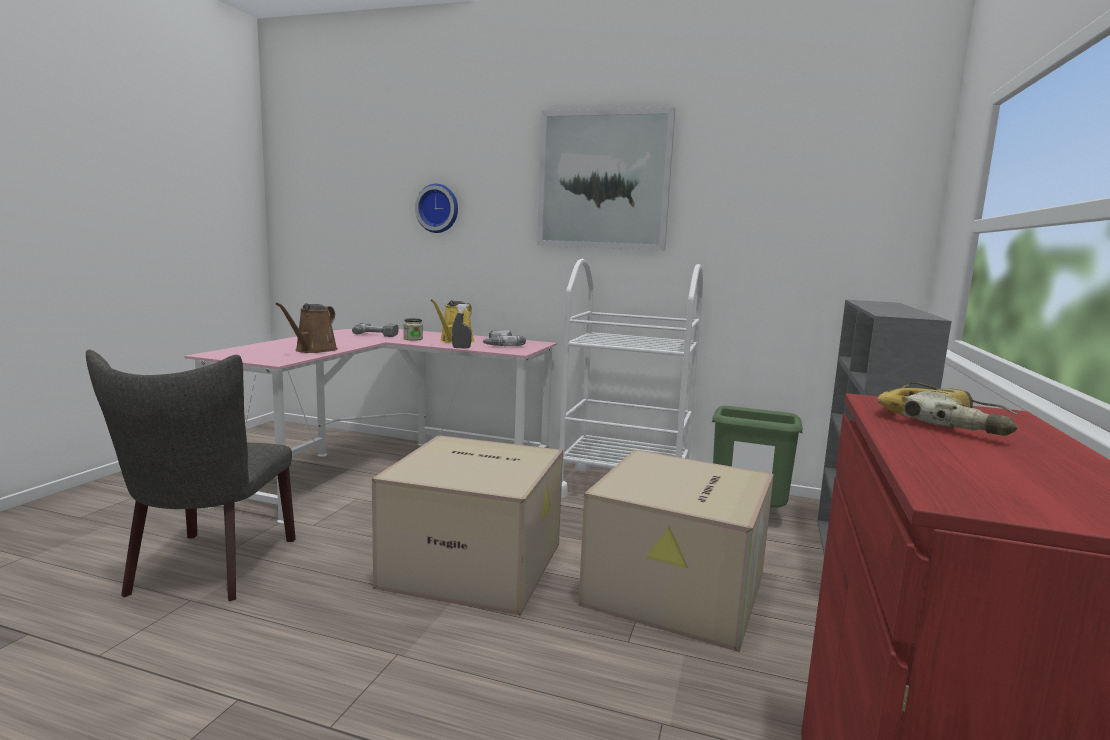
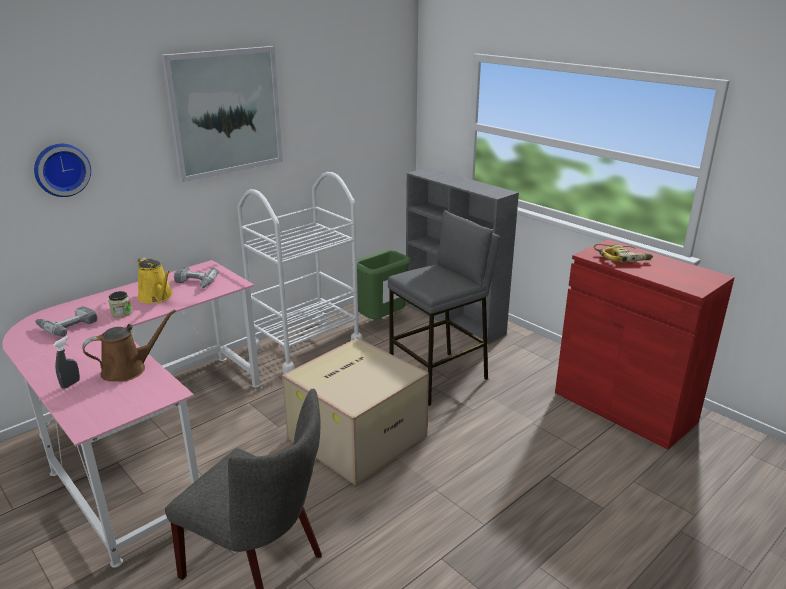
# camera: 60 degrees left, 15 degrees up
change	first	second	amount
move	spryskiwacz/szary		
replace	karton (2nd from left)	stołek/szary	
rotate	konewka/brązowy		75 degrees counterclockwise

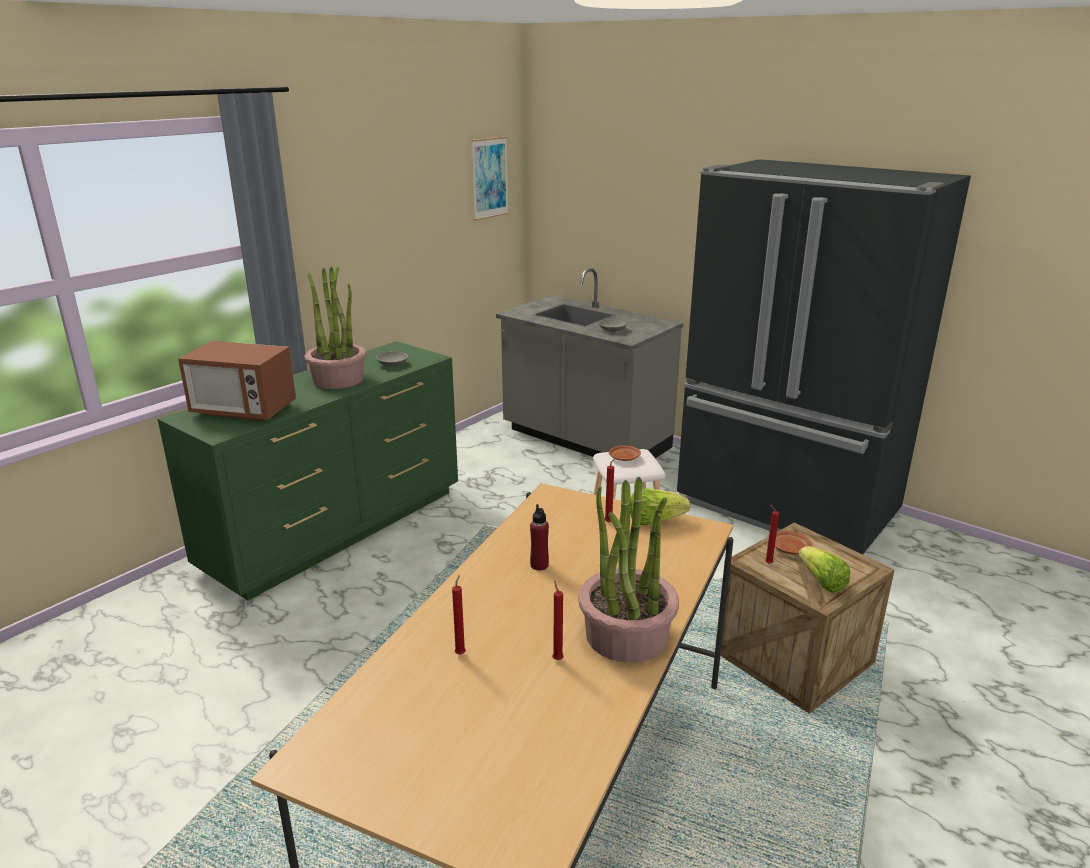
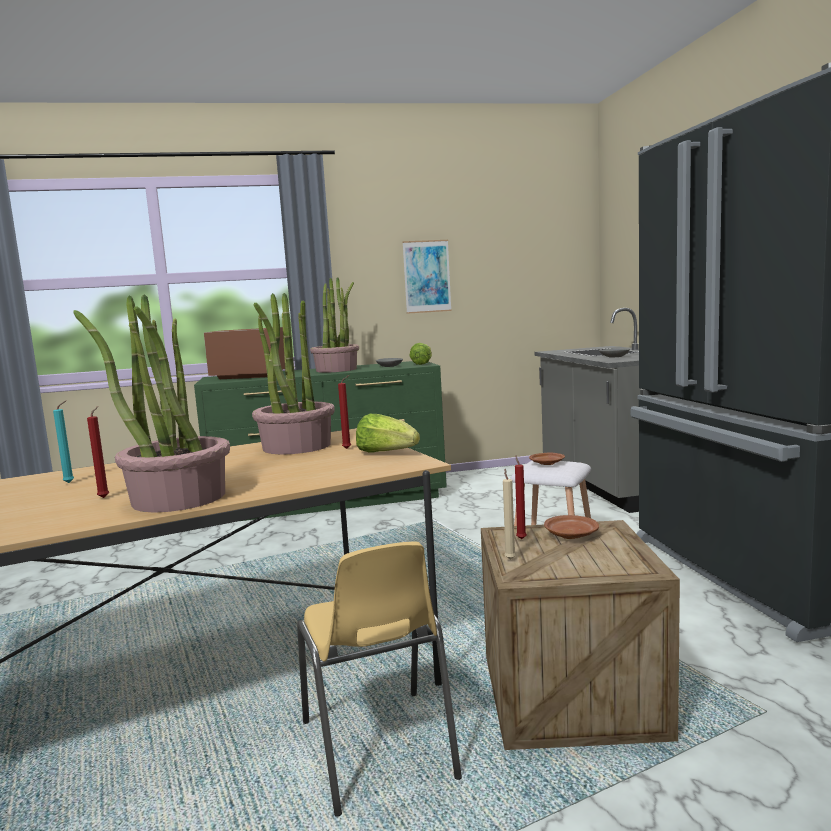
# camera: 40 degrees right, 15 degrees down
change	first	second	amount
delete	butelka/czerwony		
insert		roślina doniczkowa (2nd from left)	
insert		krzesło/żółty	
insert		świeca/beżowy	
move	obraz		
move	sałata (2nd from left)		
recolor	świeca/czerwony (1st from left)	świeca/turkusowy	
rotate	mikrofalówka		135 degrees clockwise

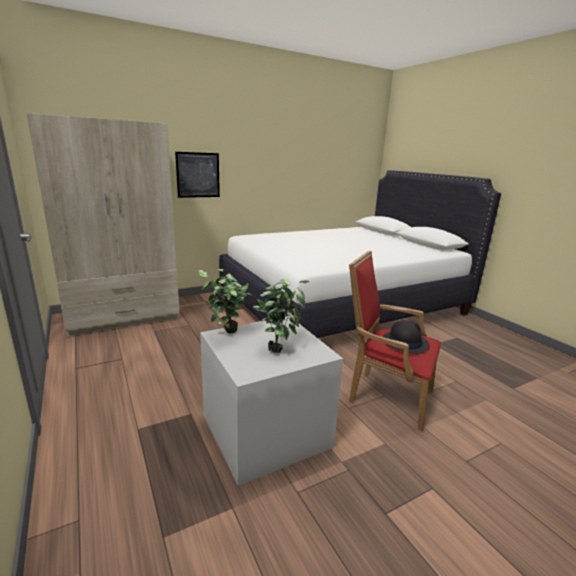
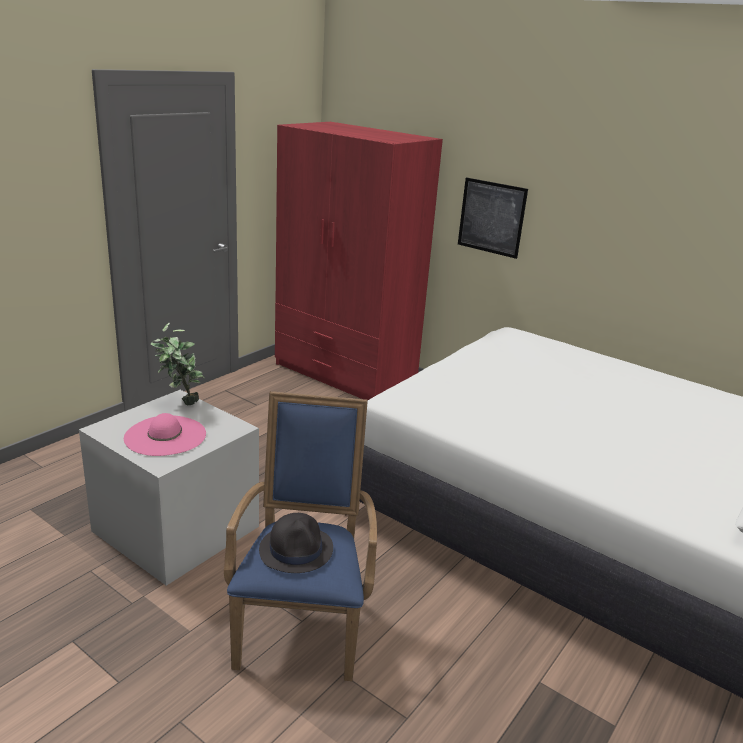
# camera: 65 degrees right, 5 degrees up
change	first	second	amount
replace	roślina doniczkowa (2nd from left)	kapelusz/różowy	
recolor	szafa/beżowy	szafa/czerwony	
recolor	fotel/czerwony	fotel/niebieski	

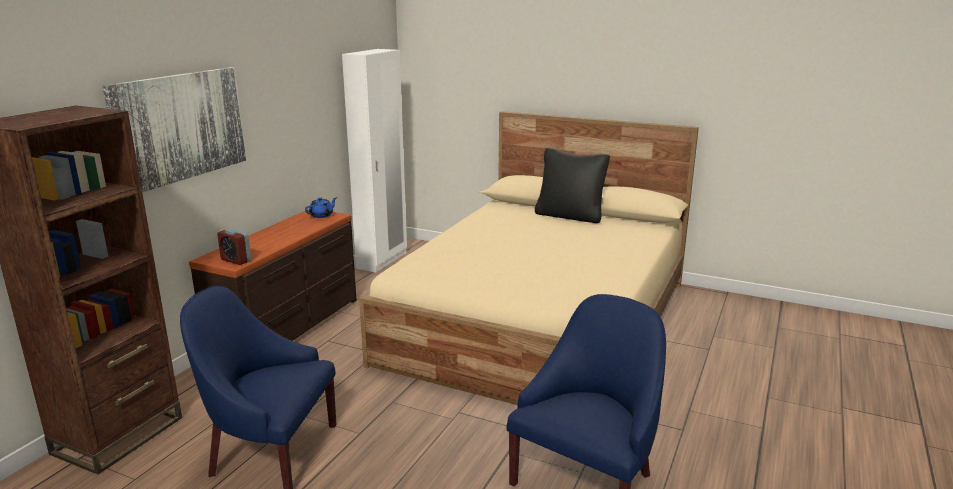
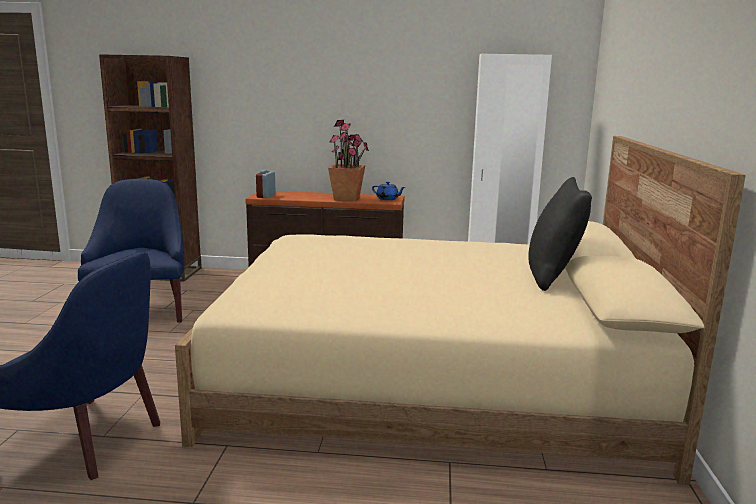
# camera: 70 degrees right, 5 degrees down
change	first	second	amount
delete	obraz		
insert		roślina doniczkowa	

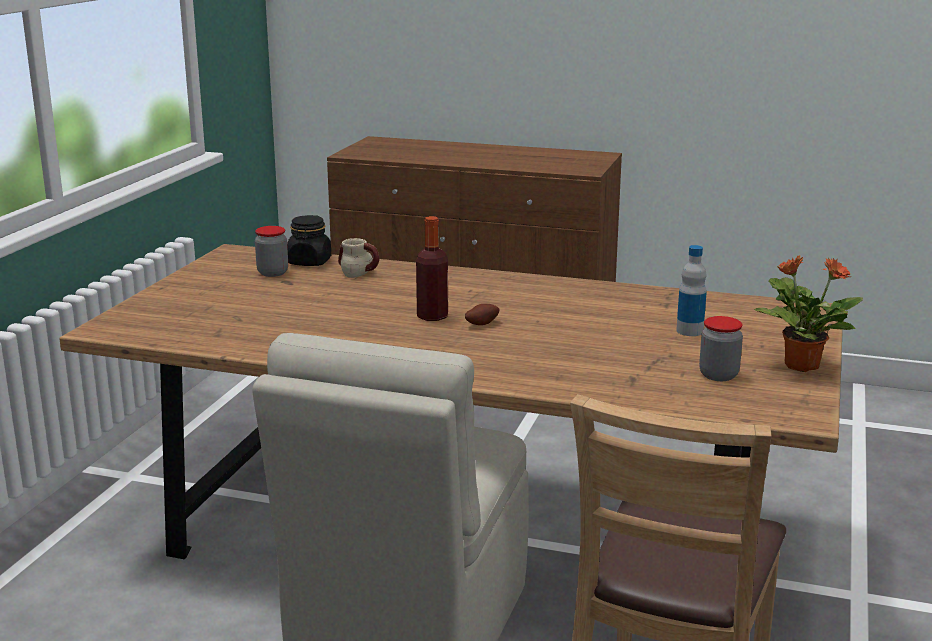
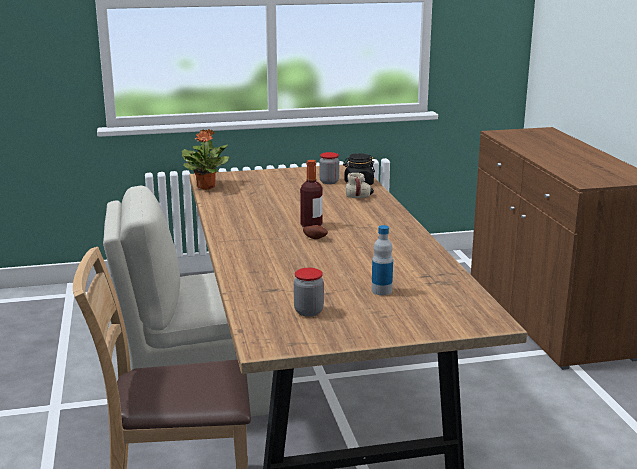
# camera: 60 degrees right, 0 degrees up
change	first	second	amount
move	roślina doniczkowa		

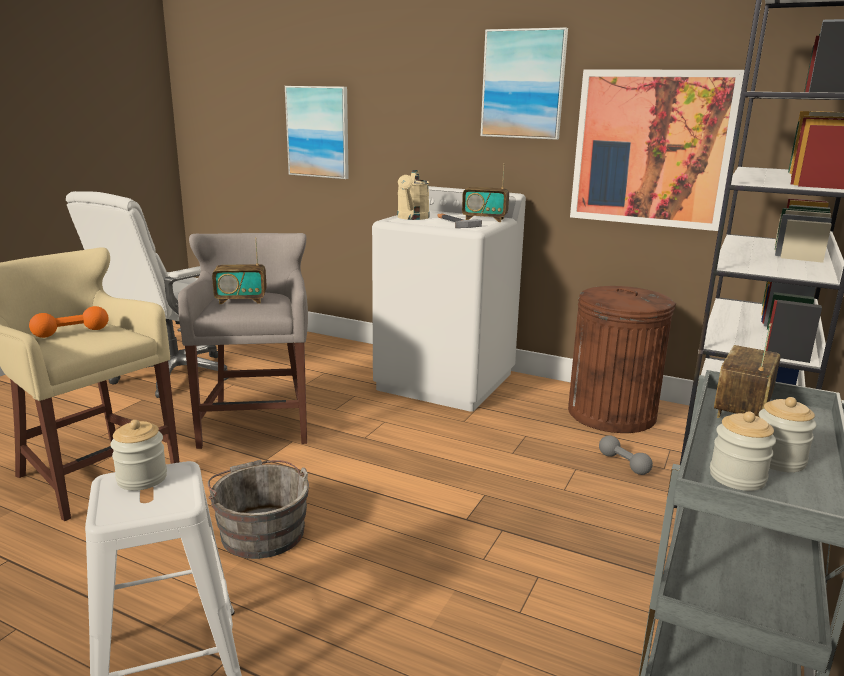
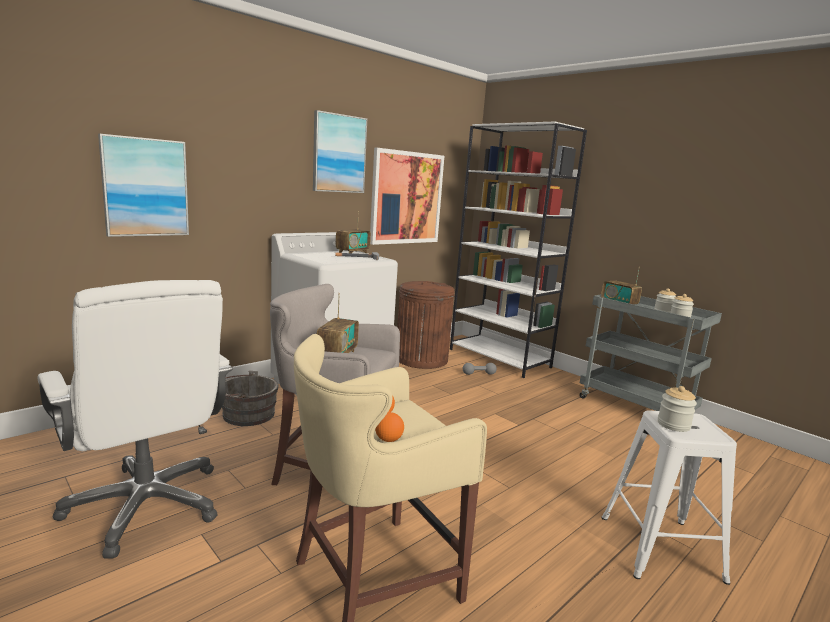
# camera: 70 degrees left, 5 degrees down
change	first	second	amount
delete	konewka/beżowy		
move	wiadro/szary		

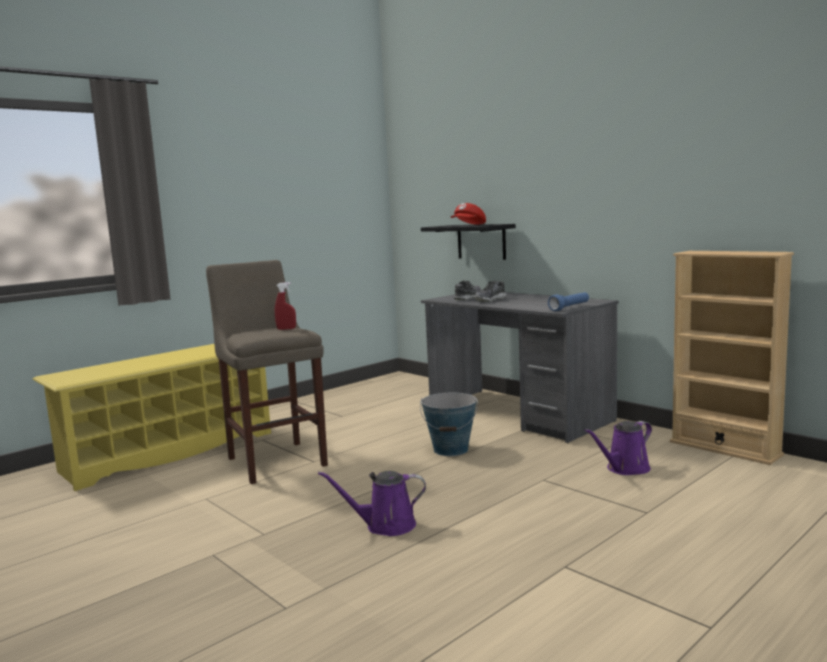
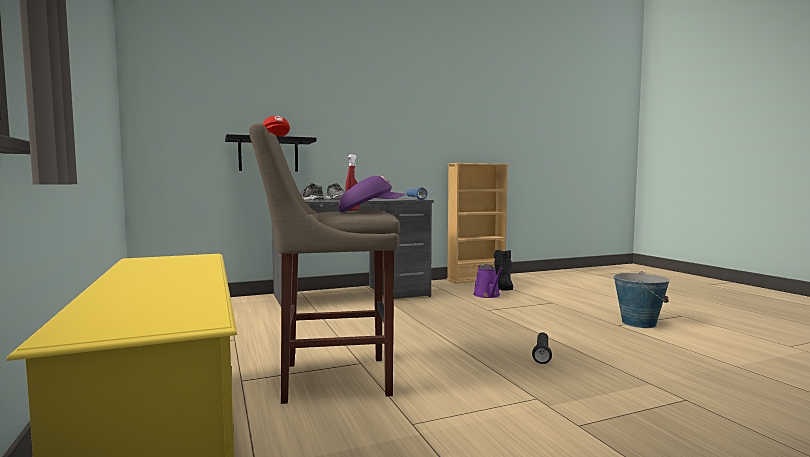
# camera: 70 degrees left, 5 degrees down
change	first	second	amount
insert		czapka z daszkiem/fioletowy	
insert		but z cholewką/czarny	
move	wiadro		
replace	konewka/fioletowy (1st from left)	latarka/czarny	

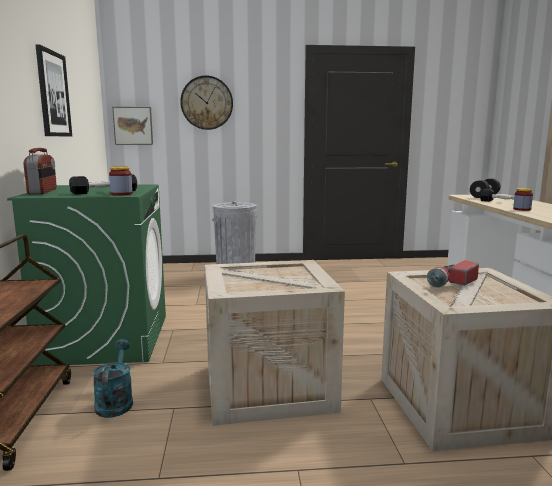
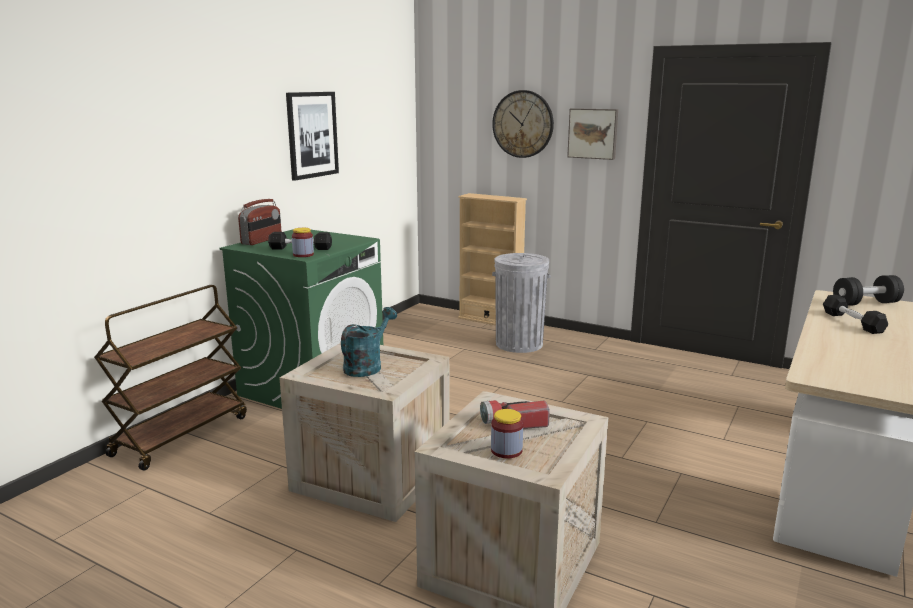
# camera: 35 degrees right, 5 degrees up
change	first	second	amount
insert		regał/beżowy	
move	konewka/turkusowy		
move	obraz (2nd from left)		
move	słoik (2nd from left)		

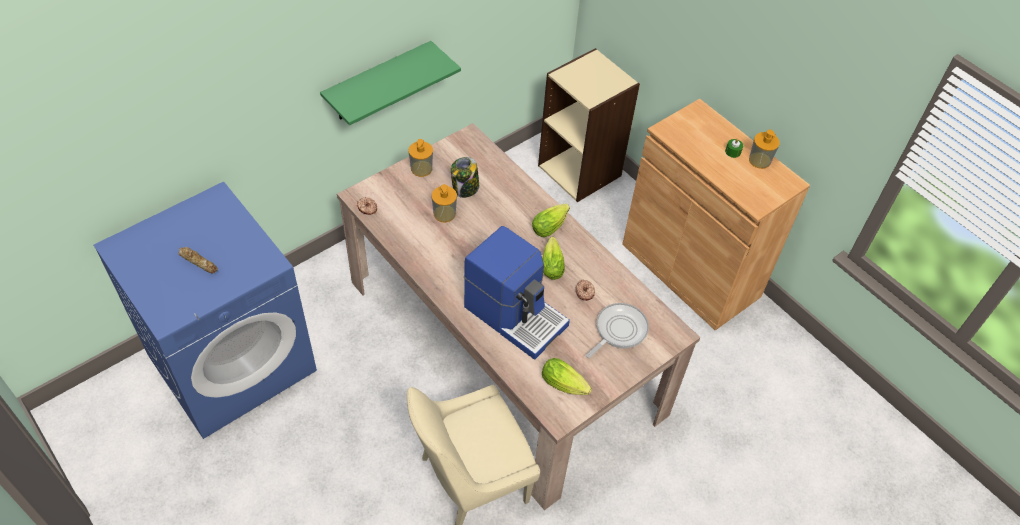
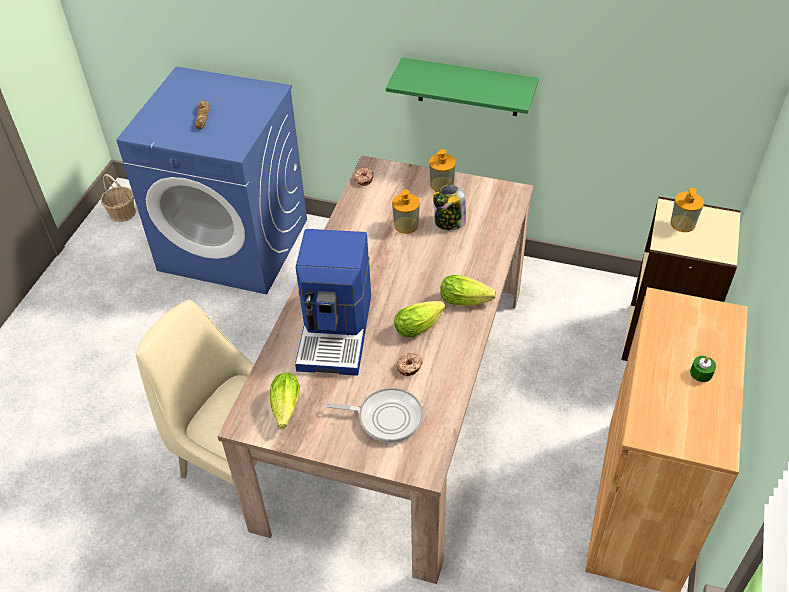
# camera: 60 degrees right, 5 degrees down
change	first	second	amount
insert		koszyk	
move	dozownik mydła (3rd from left)		

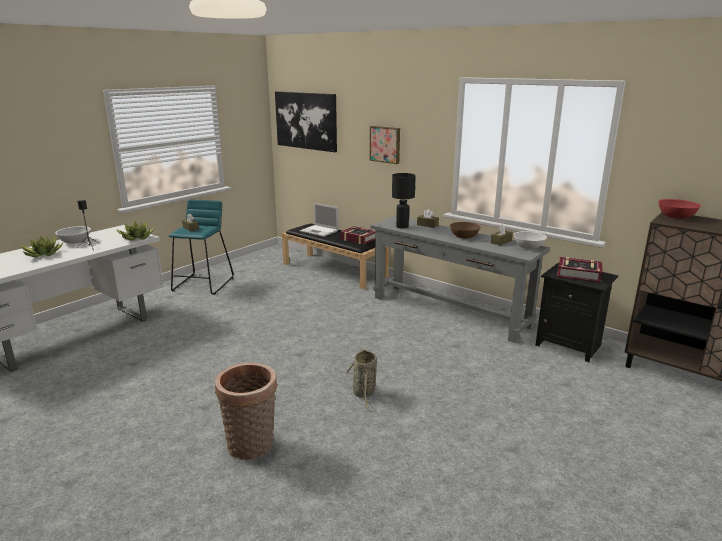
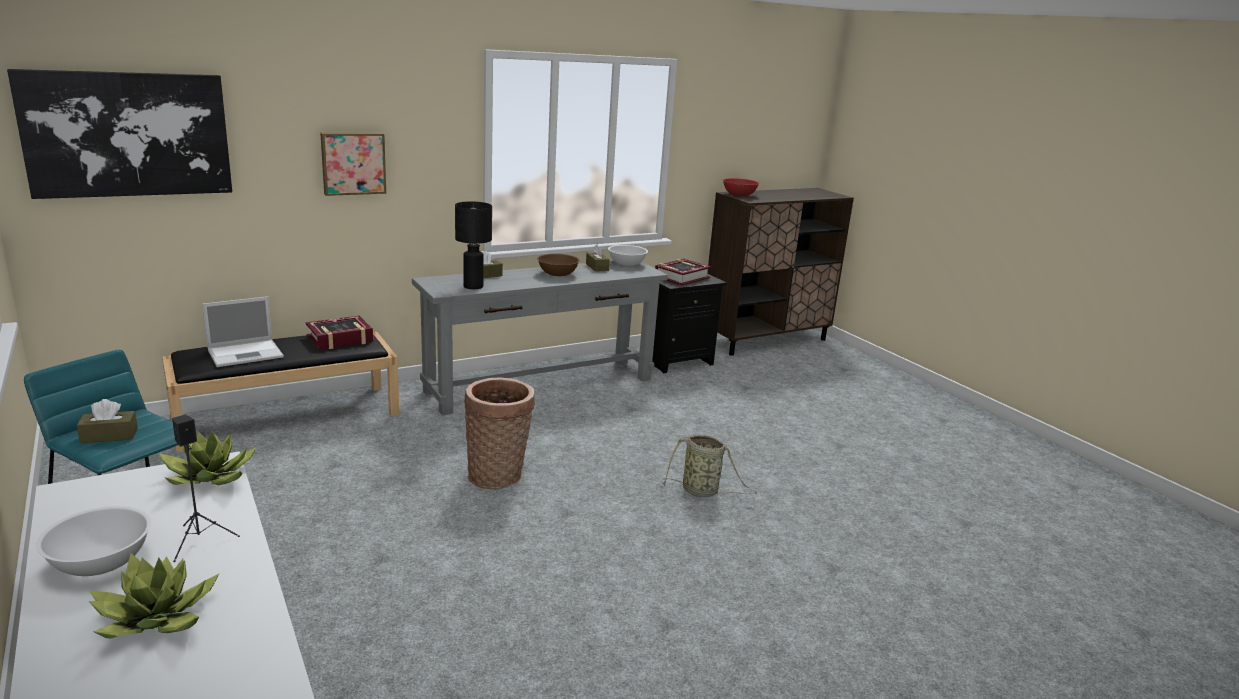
# camera: 70 degrees left, 0 degrees up
change	first	second	amount
move	koszyk (1st from left)		

